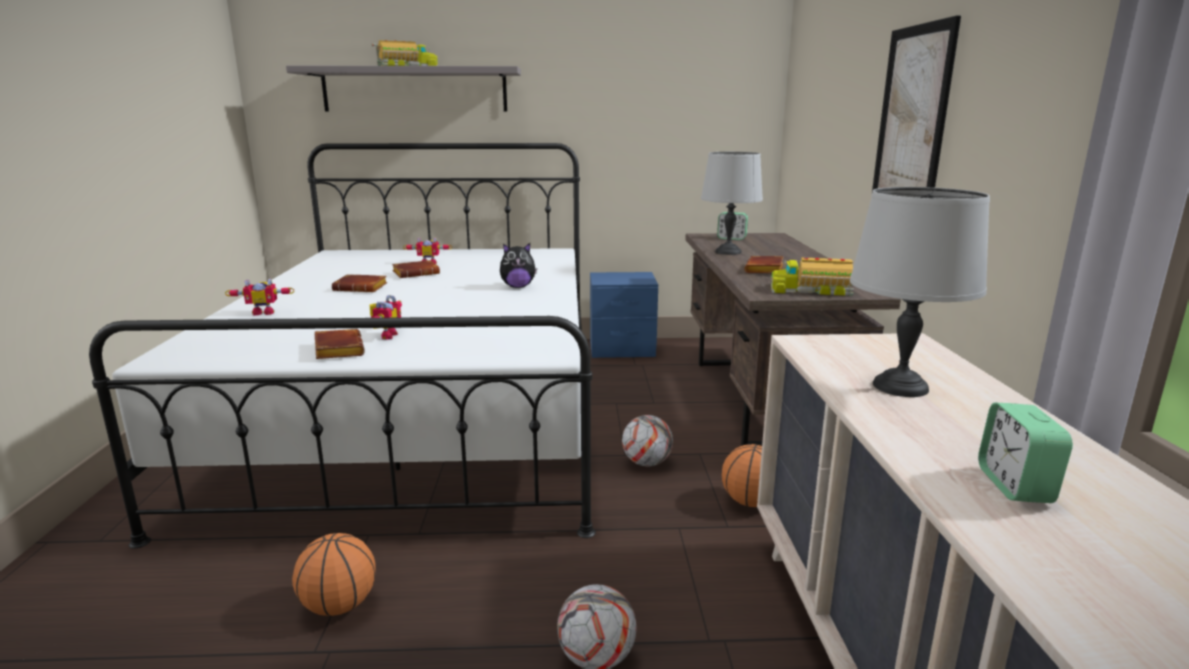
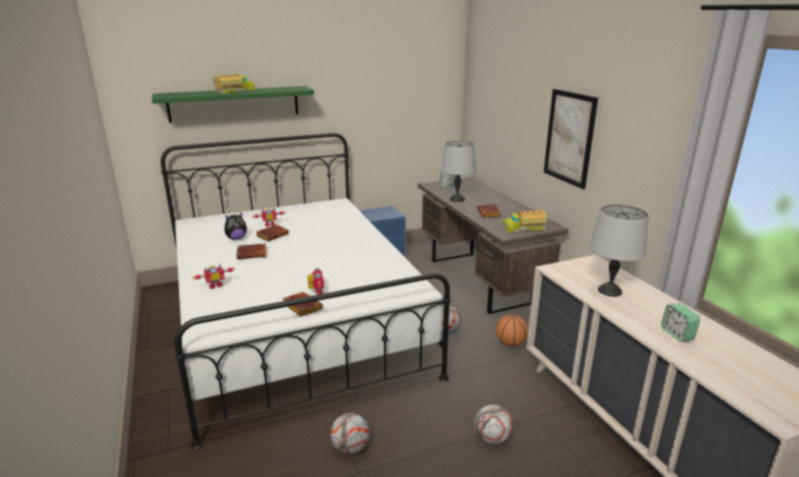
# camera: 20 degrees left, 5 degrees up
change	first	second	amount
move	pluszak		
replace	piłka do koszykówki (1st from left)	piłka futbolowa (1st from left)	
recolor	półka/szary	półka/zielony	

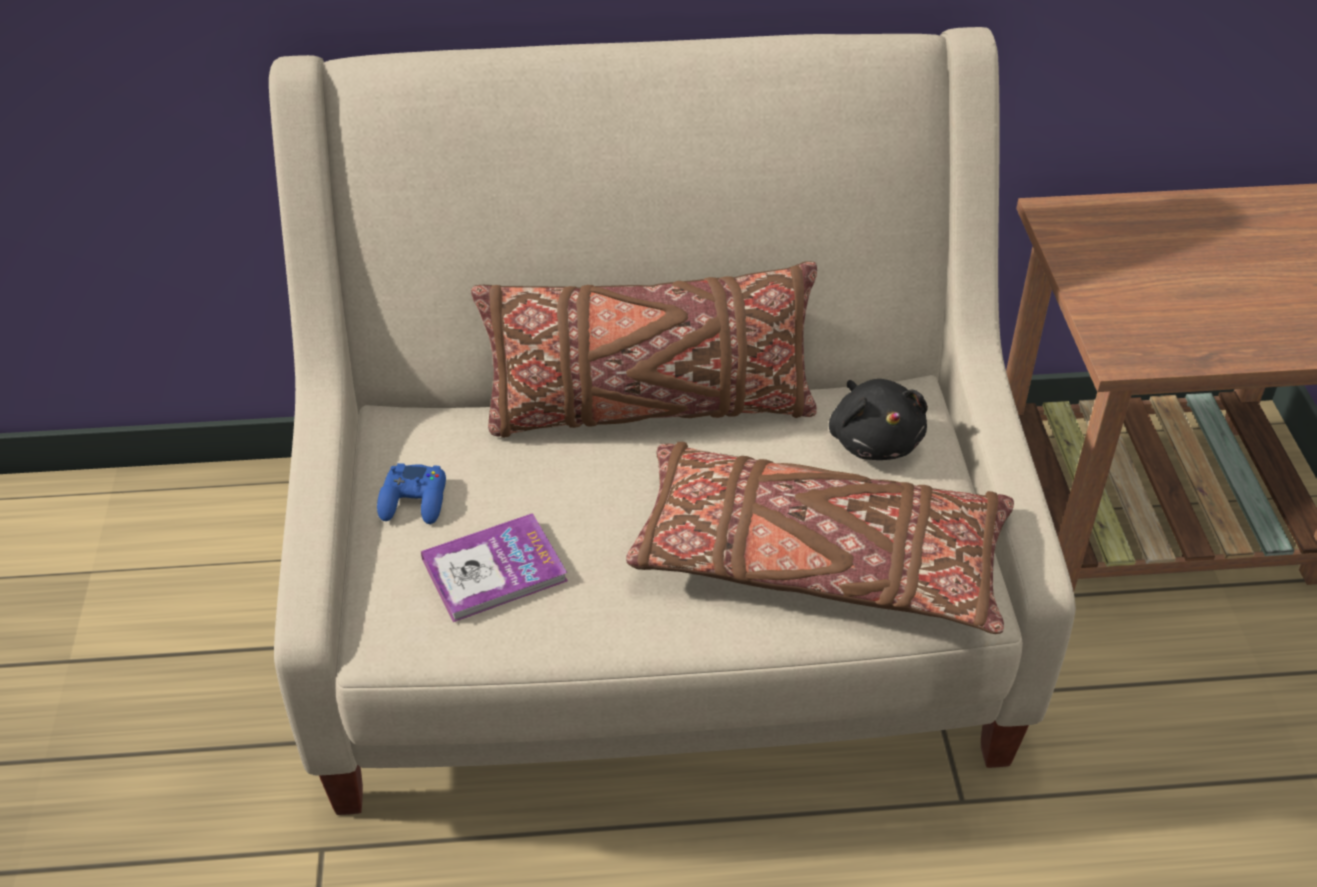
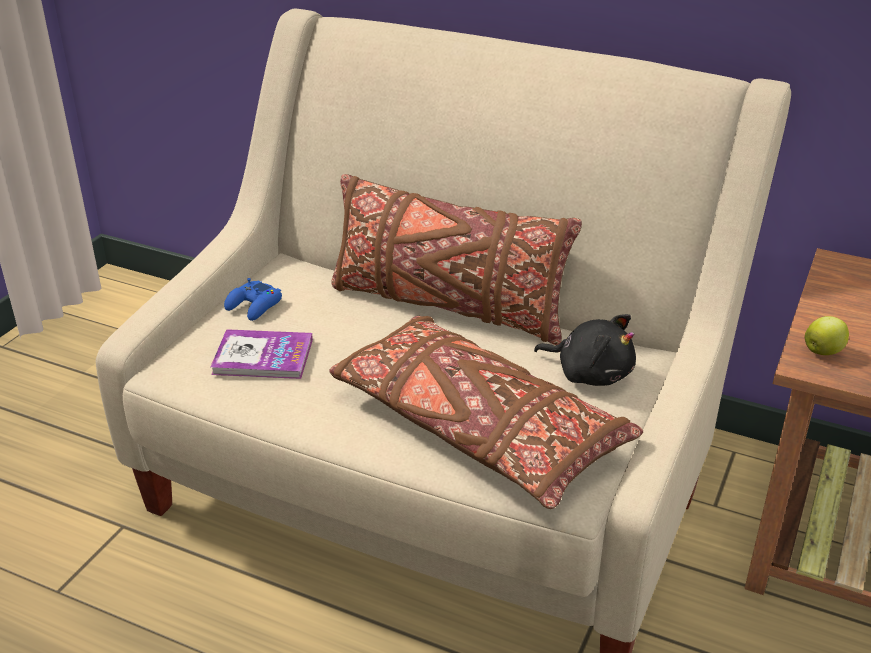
# camera: 30 degrees right, 10 degrees down
change	first	second	amount
insert		jabłko	
rotate	pluszak/czarny		75 degrees counterclockwise

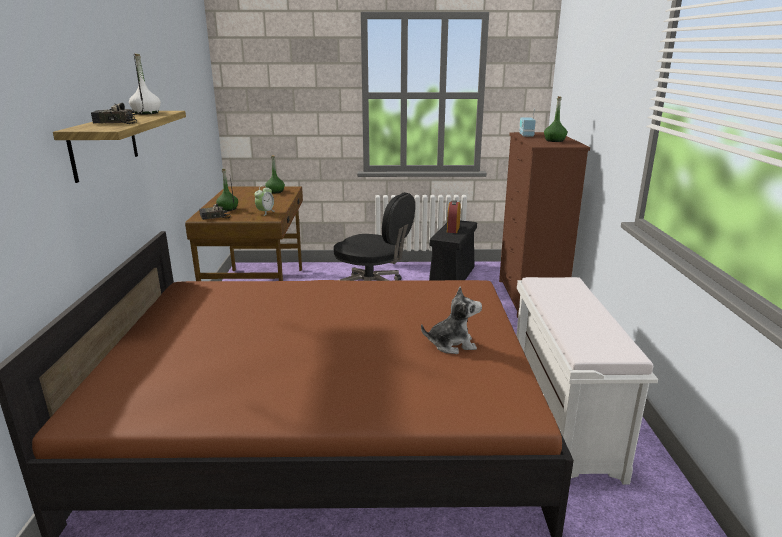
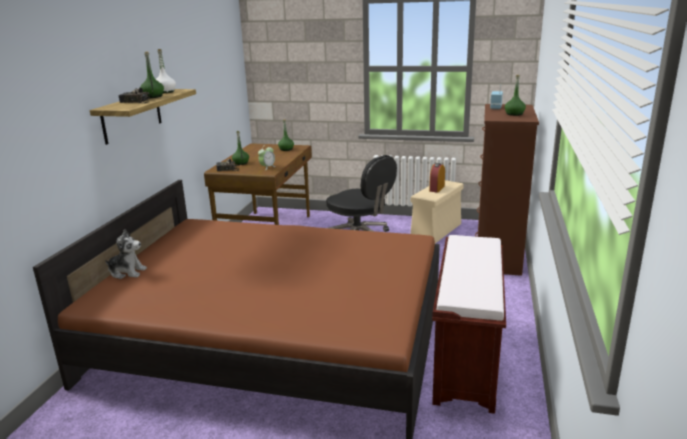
# camera: 15 degrees right, 0 degrees up
change	first	second	amount
insert		butelka/zielony (1st from left)	
move	pluszak		
recolor	pojemnik do przechowywania/czarny	pojemnik do przechowywania/beżowy	
recolor	ławka/biały	ławka/brązowy	

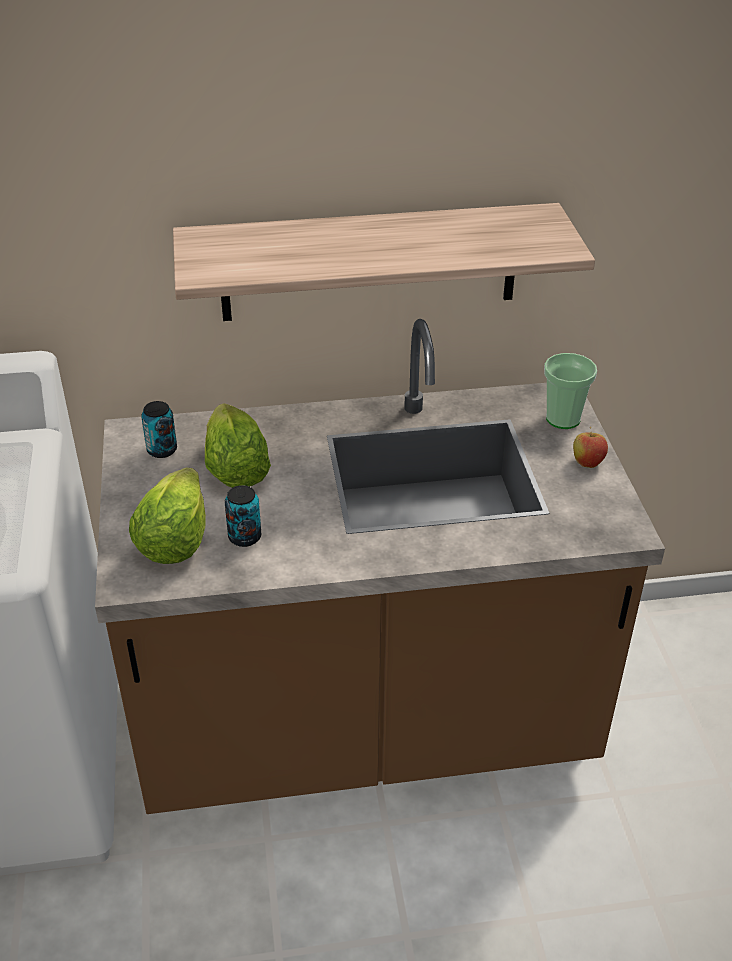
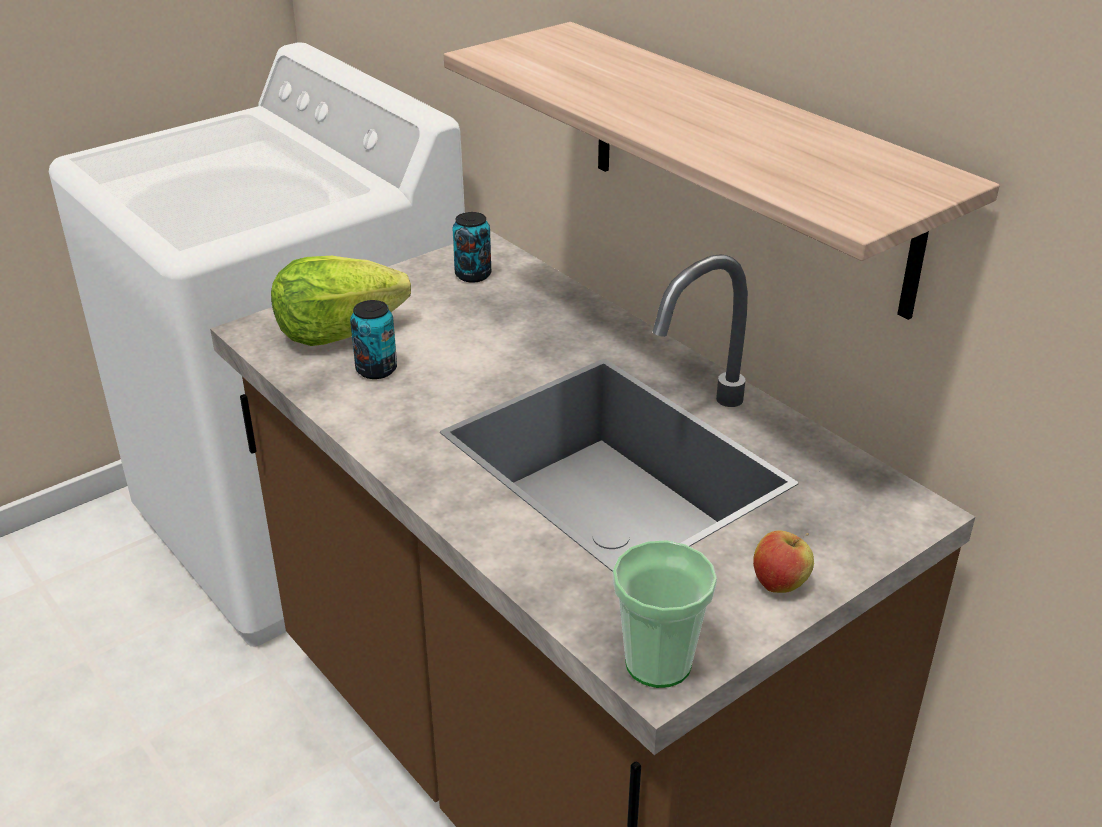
# camera: 60 degrees right, 5 degrees down
change	first	second	amount
delete	sałata (2nd from left)		
move	filiżanka		

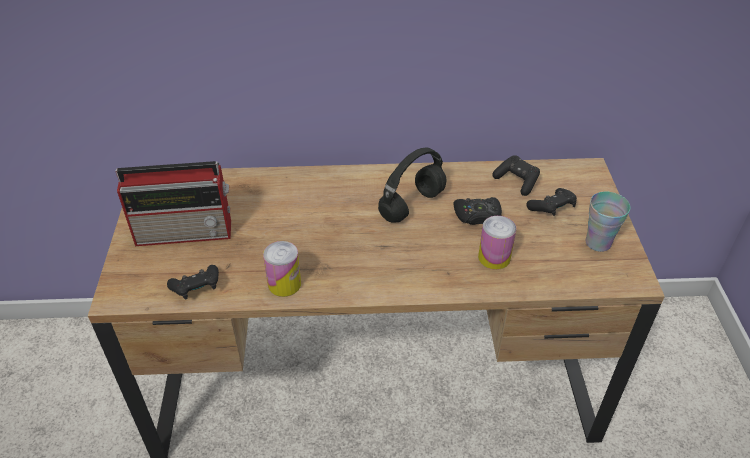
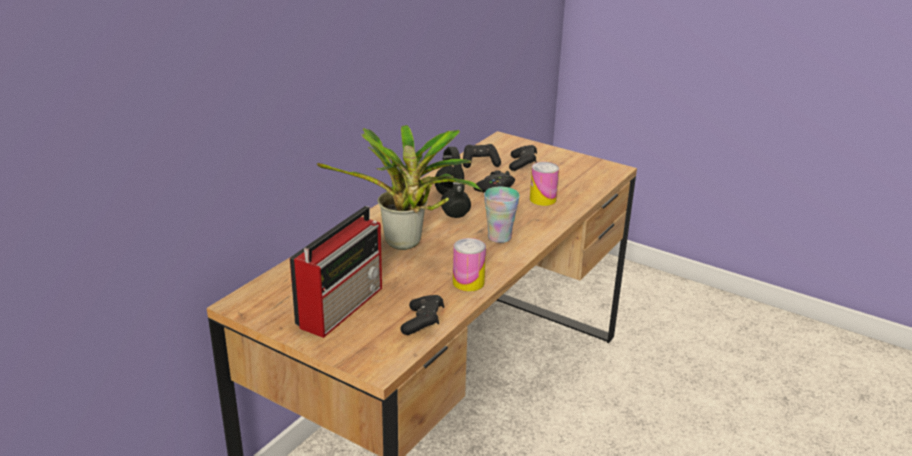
# camera: 55 degrees left, 15 degrees down
change	first	second	amount
insert		roślina doniczkowa	
move	filiżanka		

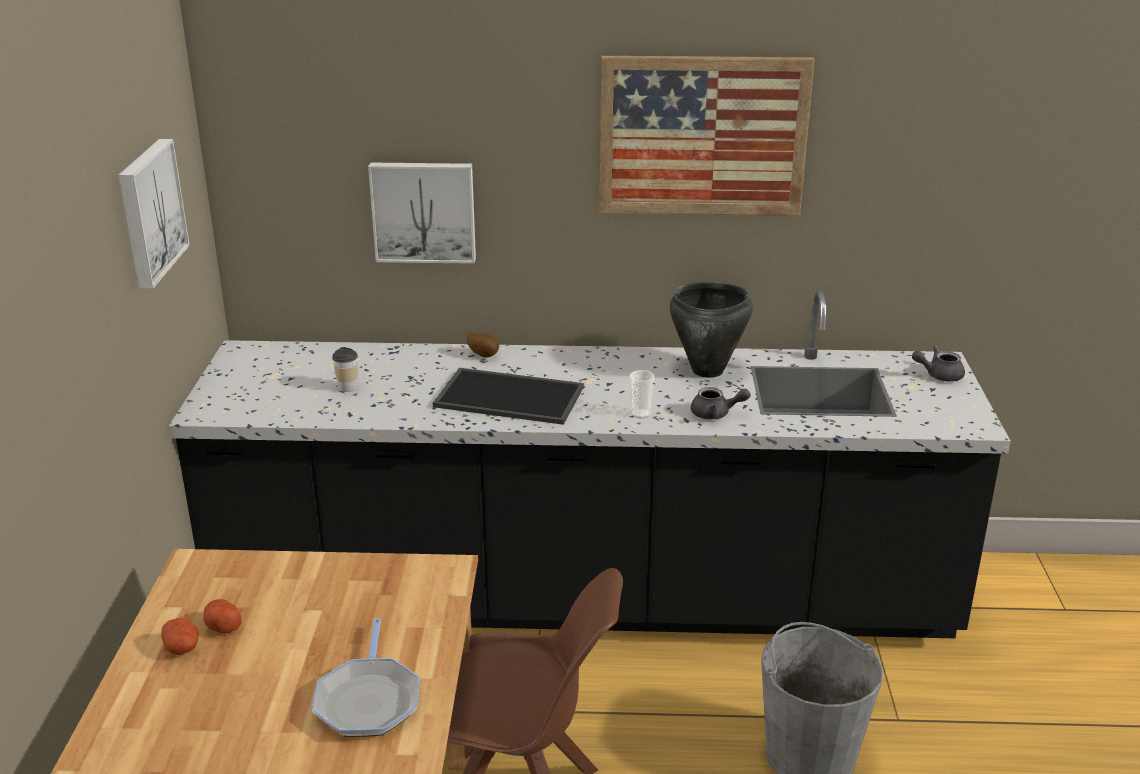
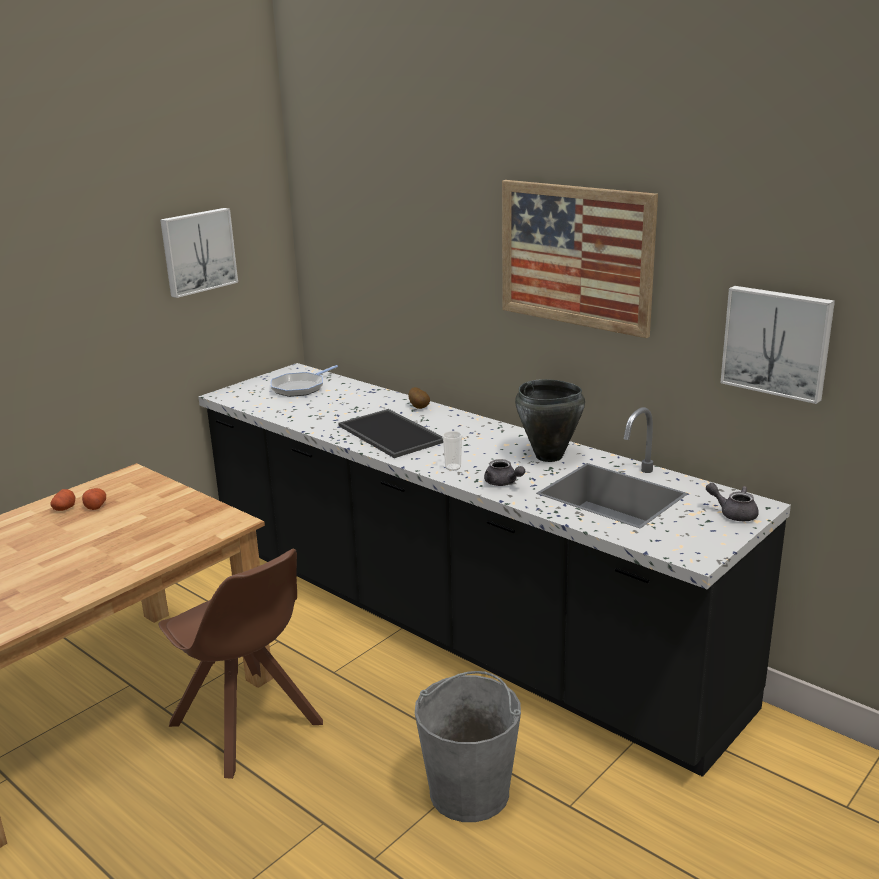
# camera: 40 degrees right, 5 degrees down
change	first	second	amount
delete	filiżanka (1st from left)		
move	patelnia		
move	obraz (2nd from left in the first image)	obraz (3rd from left)	

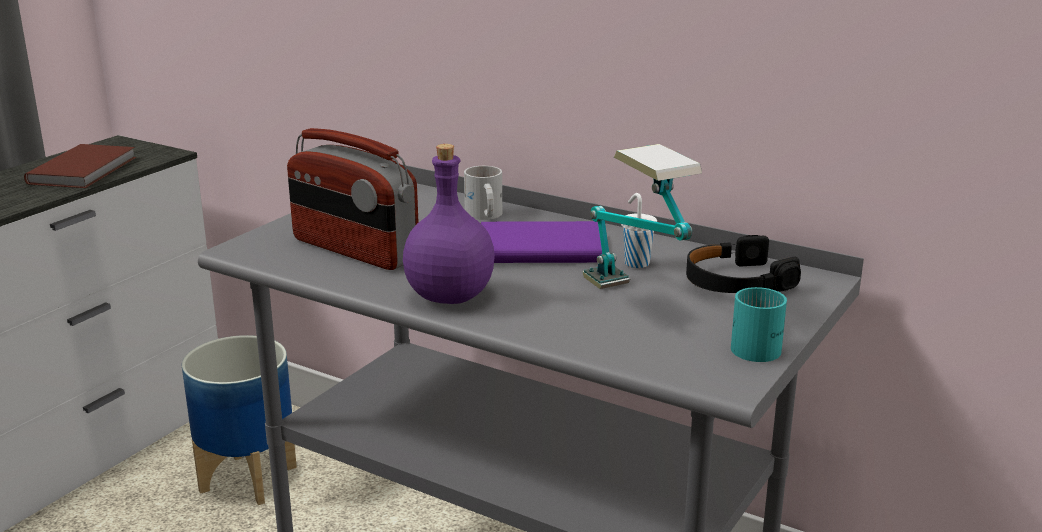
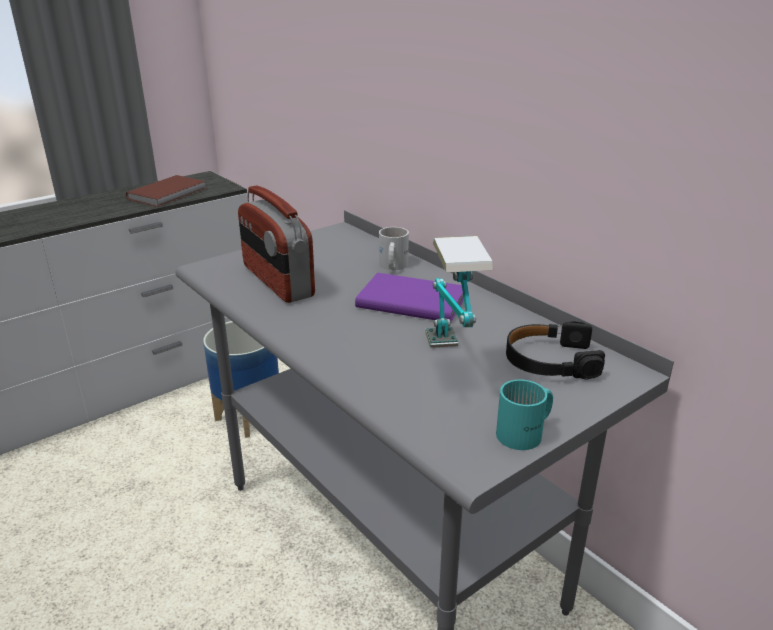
# camera: 20 degrees right, 5 degrees up
change	first	second	amount
delete	butelka/fioletowy		
delete	filiżanka/biały		

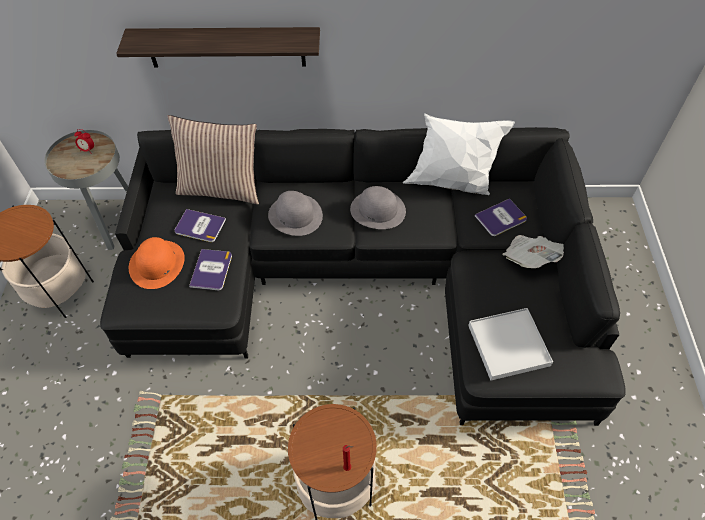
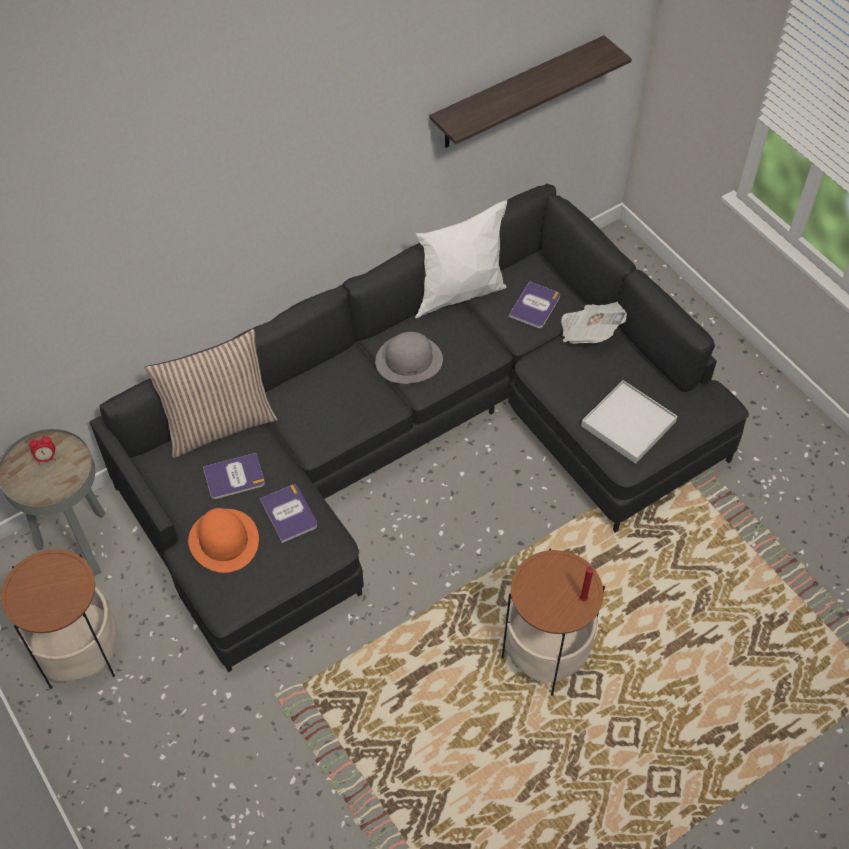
# camera: 35 degrees left, 0 degrees up
change	first	second	amount
delete	kapelusz/szary (1st from left)		
move	półka		

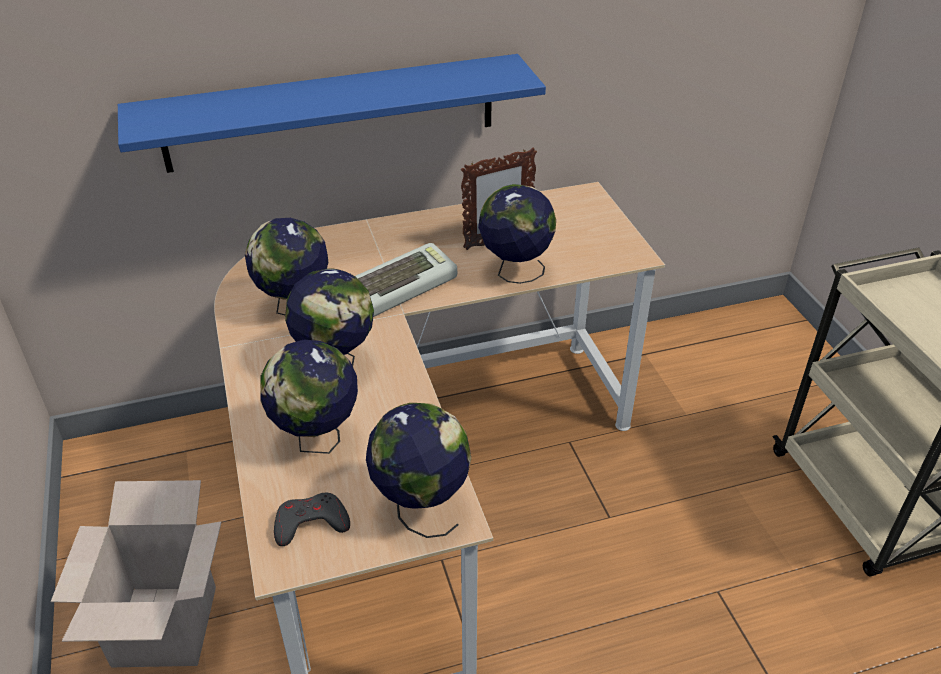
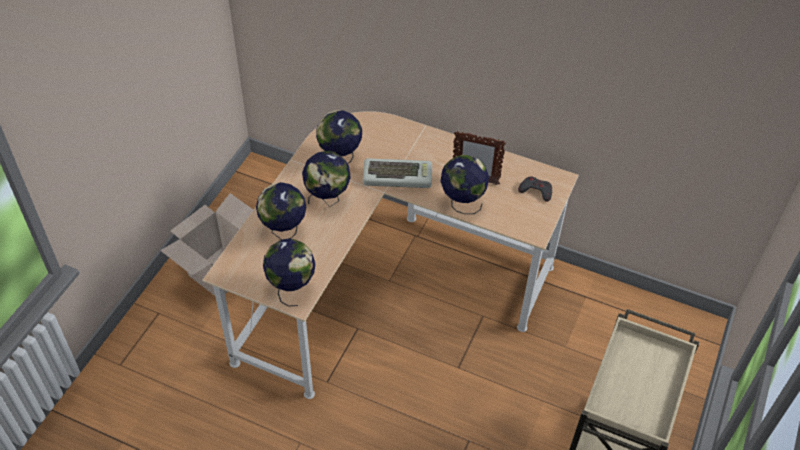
# camera: 40 degrees right, 10 degrees up
change	first	second	amount
delete	półka/niebieski		
move	pad do gier/szary		

